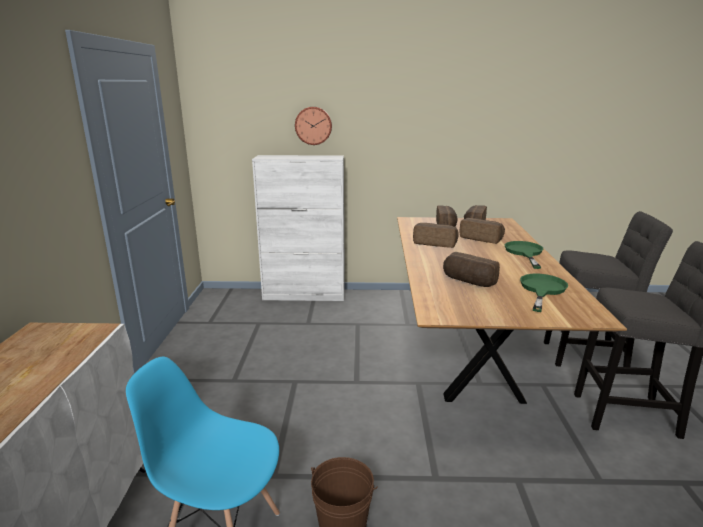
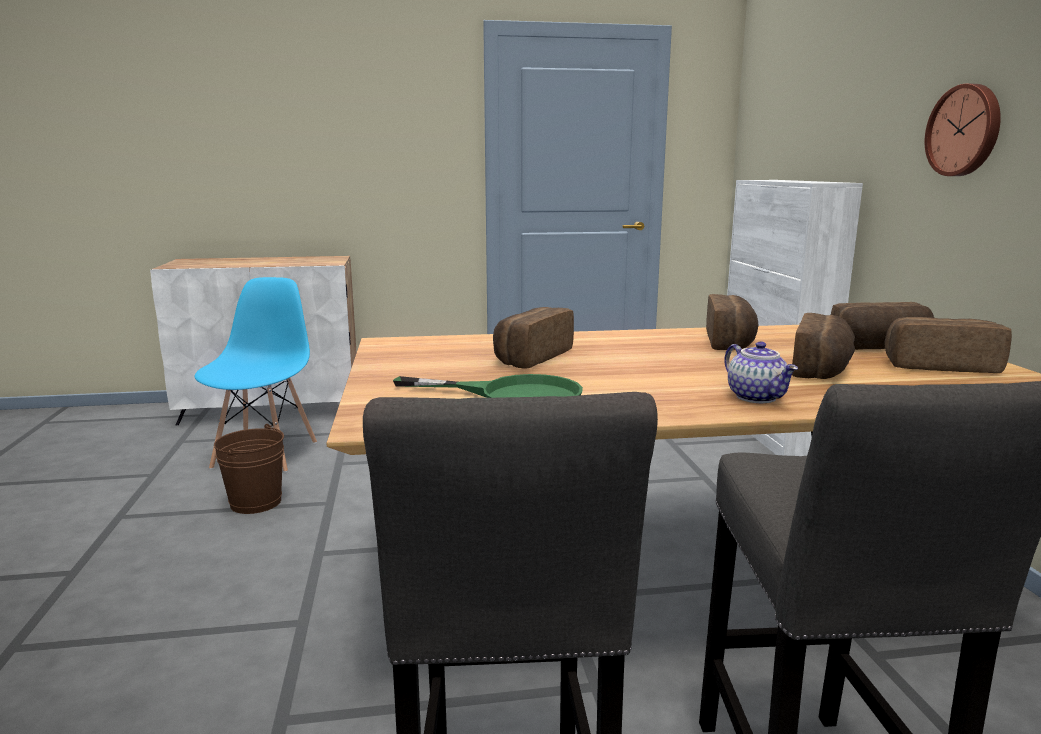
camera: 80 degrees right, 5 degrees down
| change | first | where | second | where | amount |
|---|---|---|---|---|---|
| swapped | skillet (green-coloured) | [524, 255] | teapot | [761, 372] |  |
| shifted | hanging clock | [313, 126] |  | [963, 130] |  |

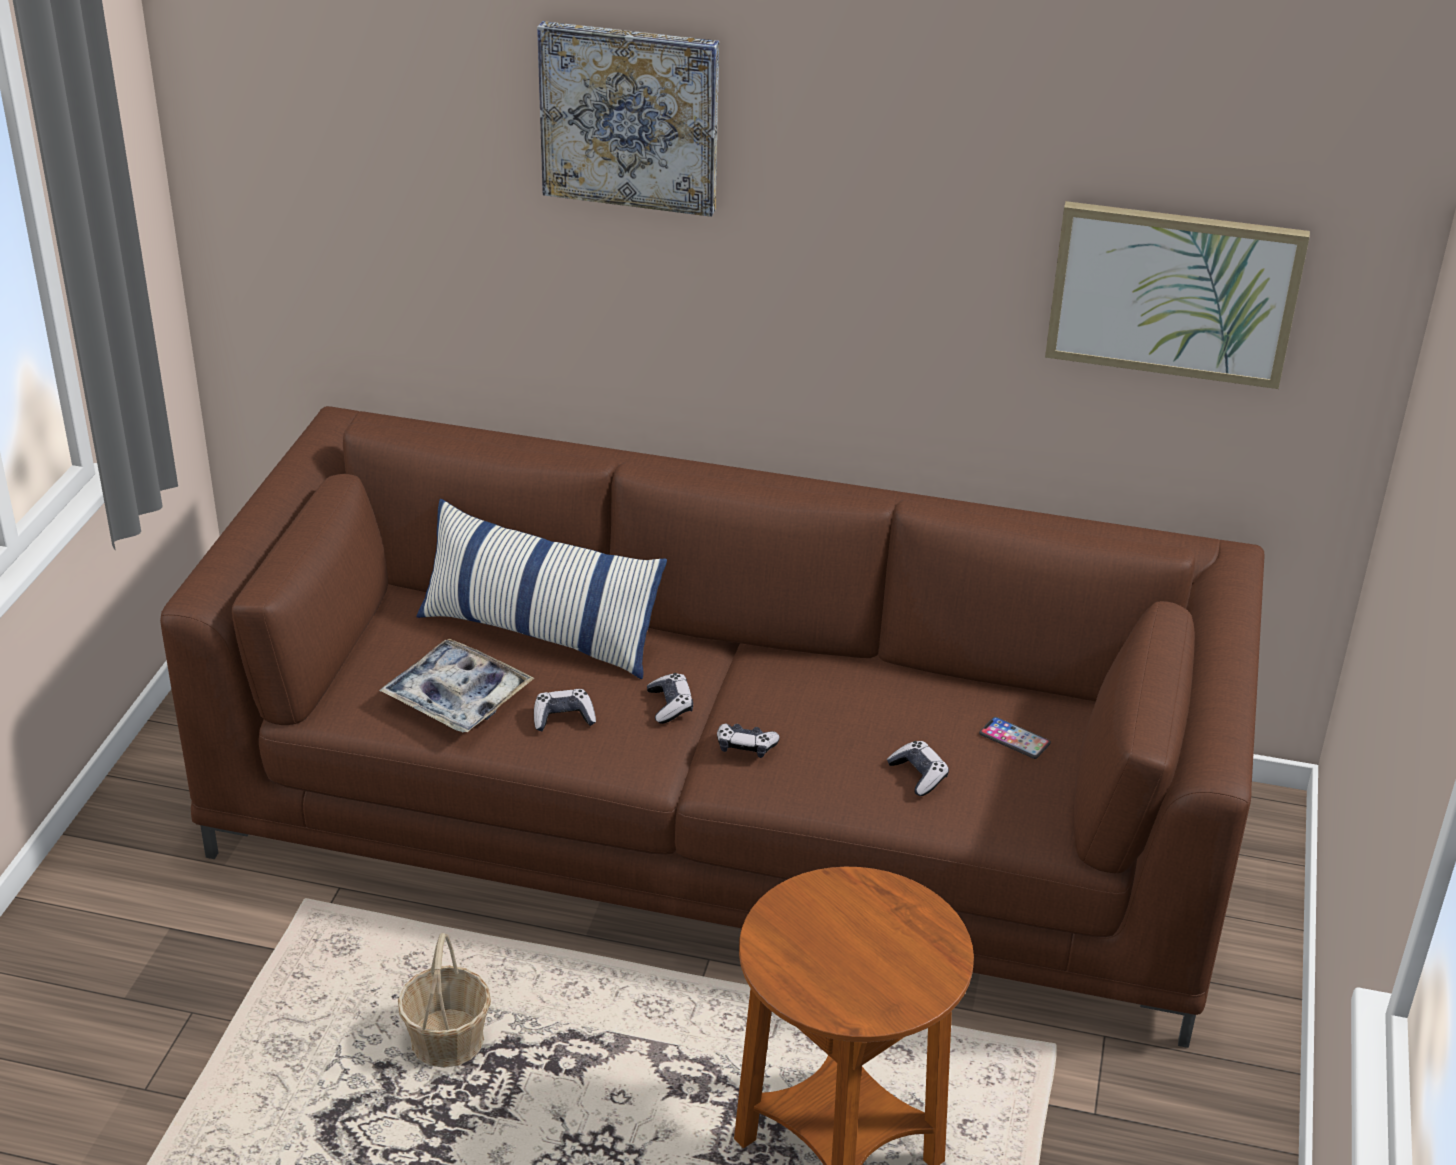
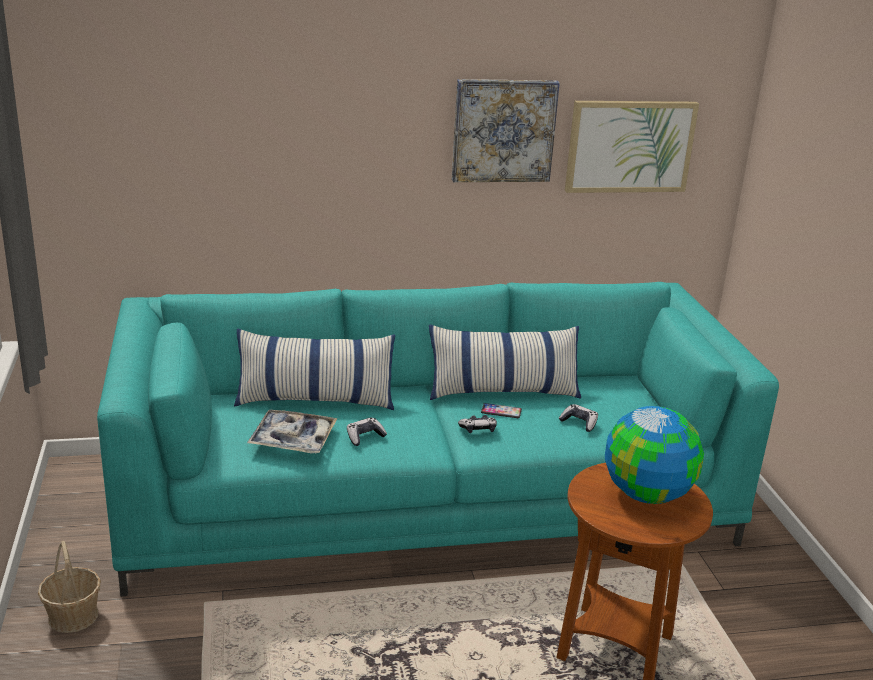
camera: 25 degrees left, 10 degrees down
| change | first | where | second | where | amount |
|---|---|---|---|---|---|
| shifted | basket | [444, 1000] |  | [69, 587] |  |
| repainted | couch (brown) | [712, 727] | couch (blue-green) | [438, 439] |  |
| new |  |  | pillow | [505, 362] |  |
| shifted | wall picture | [628, 119] |  | [505, 130] |  |
| shifted | phone | [1015, 738] |  | [501, 410] |  |
| new |  |  | desk globe | [654, 455] |  |
| gone | joypad | [670, 698] |  |  |  |

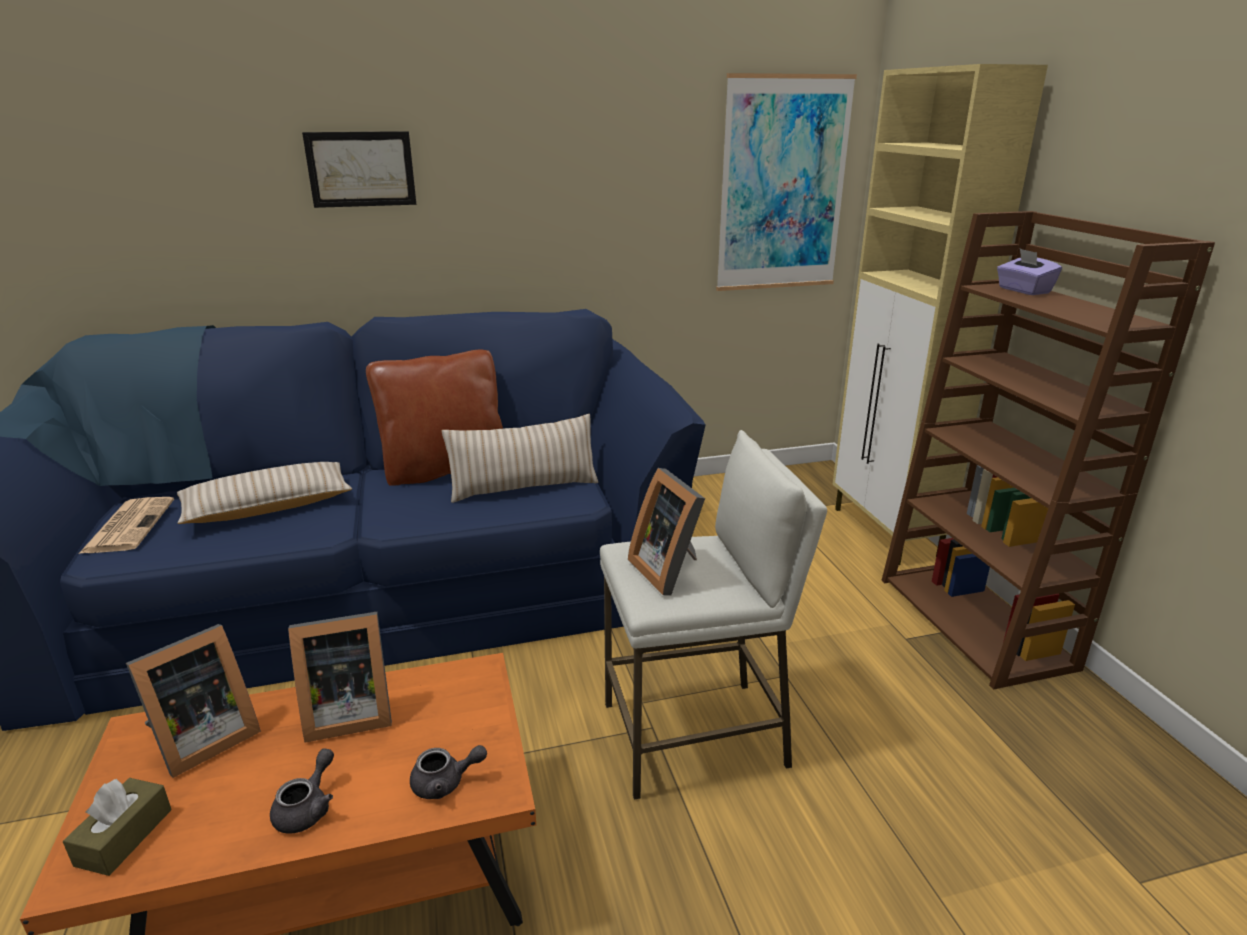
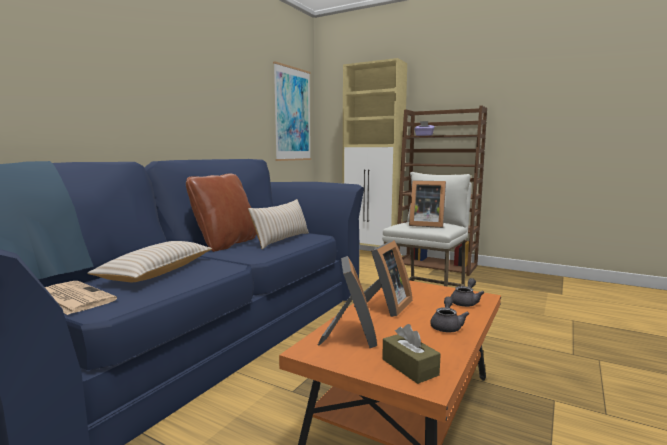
camera: 45 degrees left, 15 degrees down
| change | first | where | second | where | amount |
|---|---|---|---|---|---|
| rotated | teapot (gray) | [302, 791] |  | [449, 314] | 45 degrees clockwise |
| gone | wall picture | [359, 169] |  |  |  |

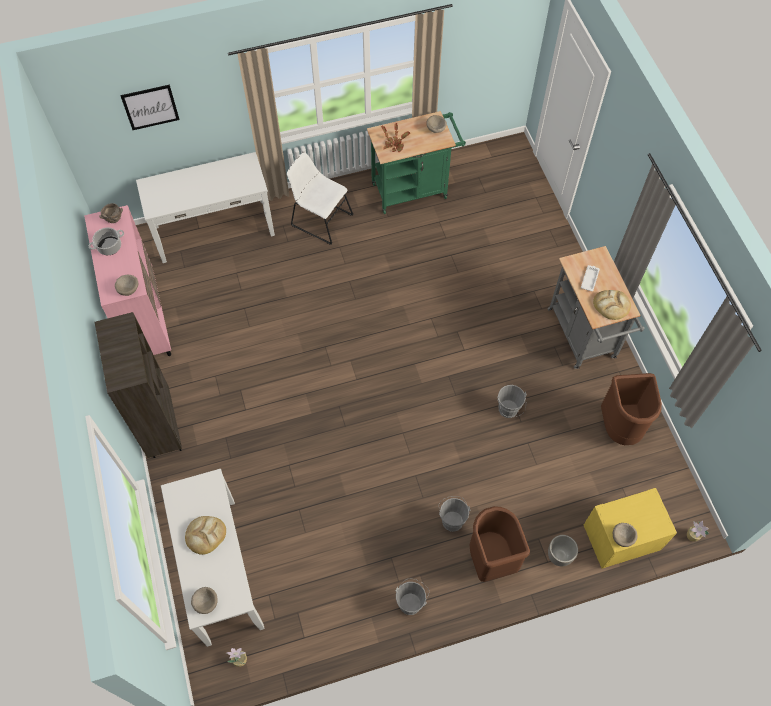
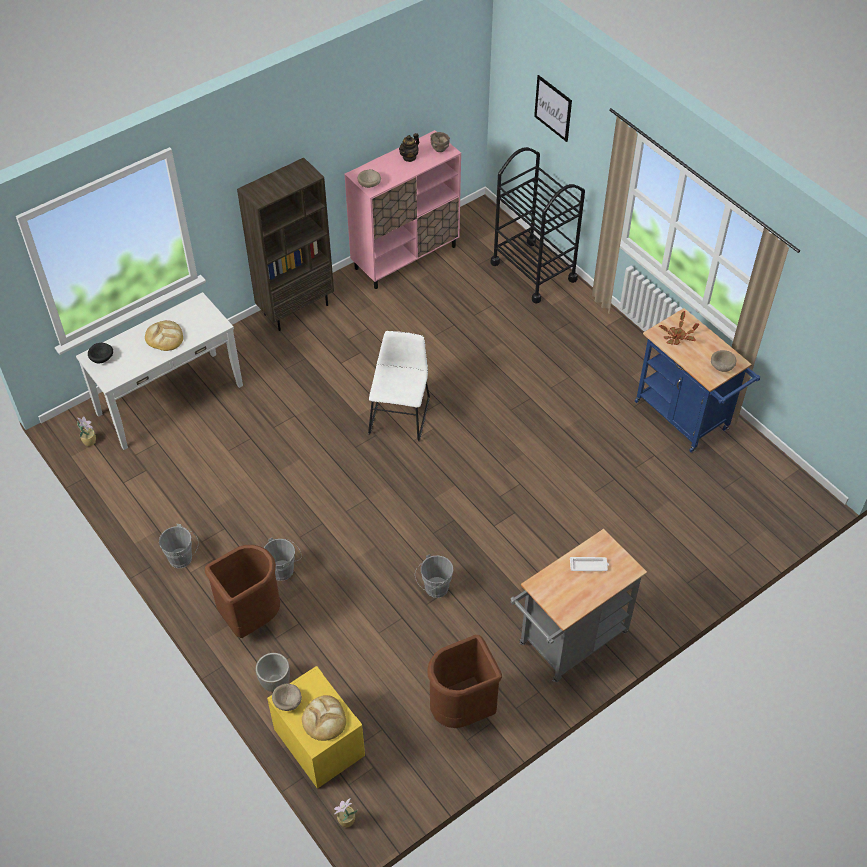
camera: 70 degrees right, 10 degrees down
| change | first | where | second | where | amount |
|---|---|---|---|---|---|
| repainted | deep dish (sand-coloured) | [204, 600] | deep dish (black) | [100, 353] |  |
| shifted | baked bread | [612, 305] |  | [324, 718] |  |
| shifted | plain chair (white) | [320, 198] |  | [399, 386] |  |
| swapped | stockpot | [106, 241] | teapot | [409, 147] |  |
| swapped | console table (white) | [205, 207] | trolley (black) | [538, 225] |  |
| repainted | trolley (green-coloured) | [416, 162] | trolley (blue-coloured) | [697, 380] |  |

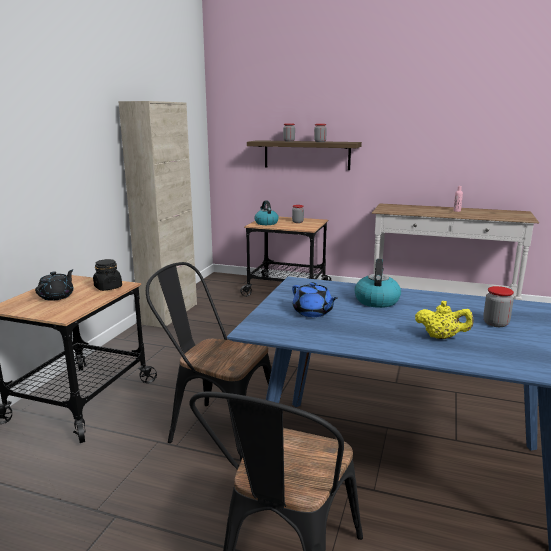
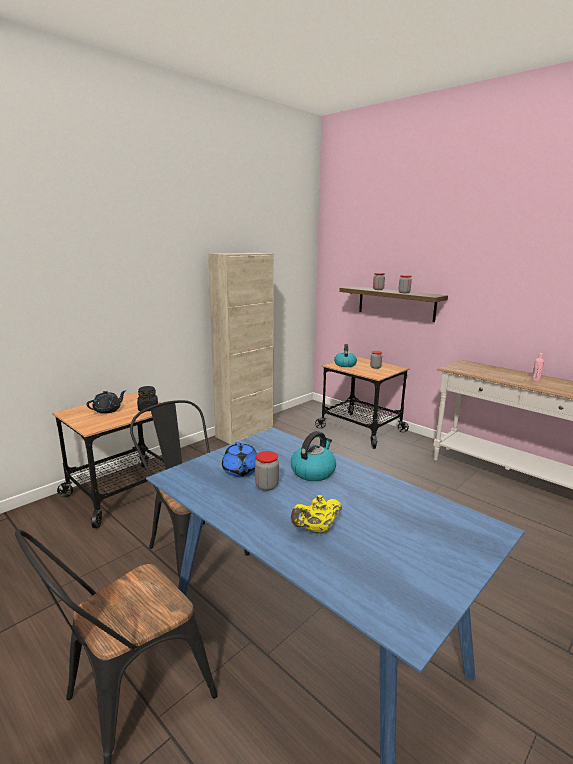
camera: 25 degrees right, 0 degrees up
| change | first | where | second | where | amount |
|---|---|---|---|---|---|
| shifted | jar | [498, 306] |  | [267, 471] |  |
| rotated | teapot (yellow) | [444, 320] |  | [316, 514] | 105 degrees clockwise |

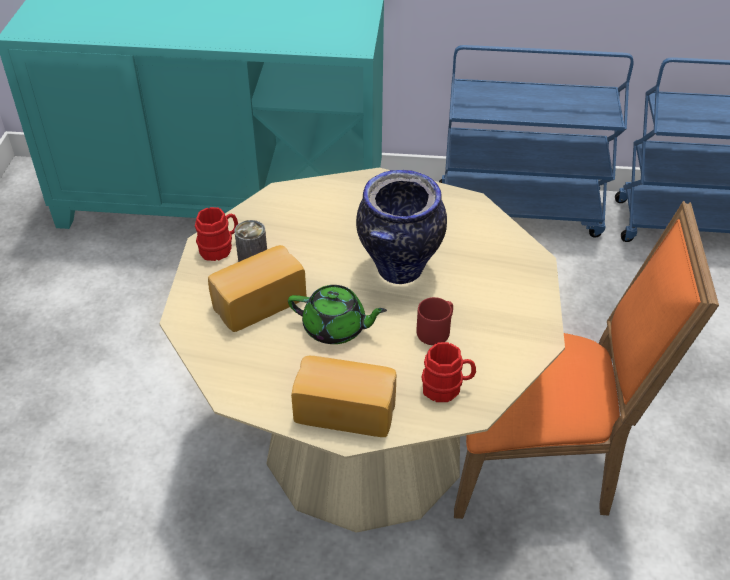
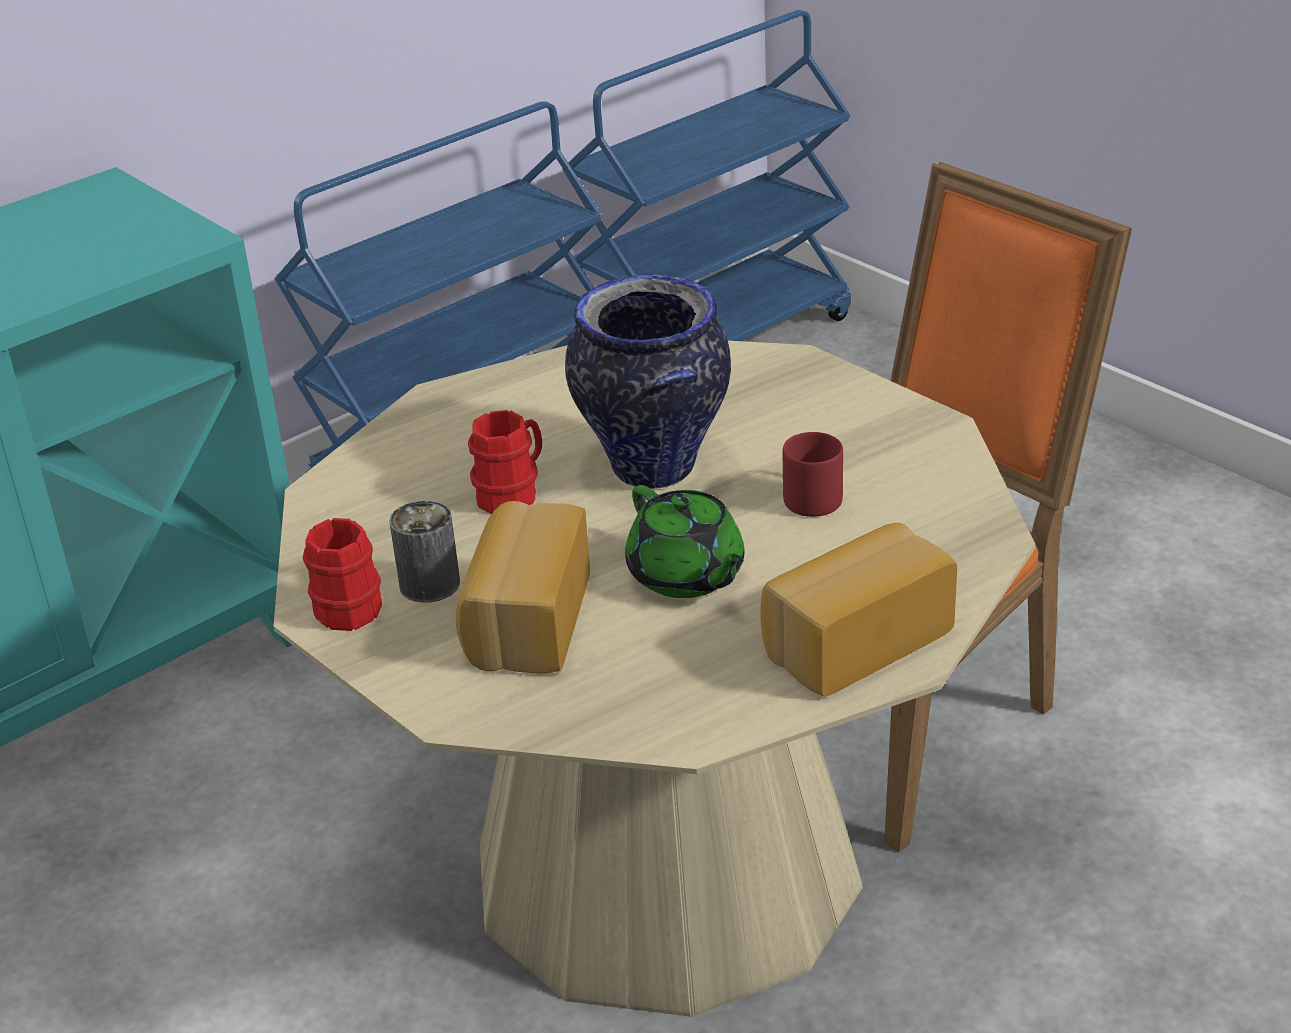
camera: 45 degrees left, 10 degrees down
| change | first | where | second | where | amount |
|---|---|---|---|---|---|
| shifted | mug (red) | [448, 372] |  | [505, 462] |  |
| rotated | teapot (green-coloured) | [337, 314] |  | [685, 541] | 90 degrees clockwise |

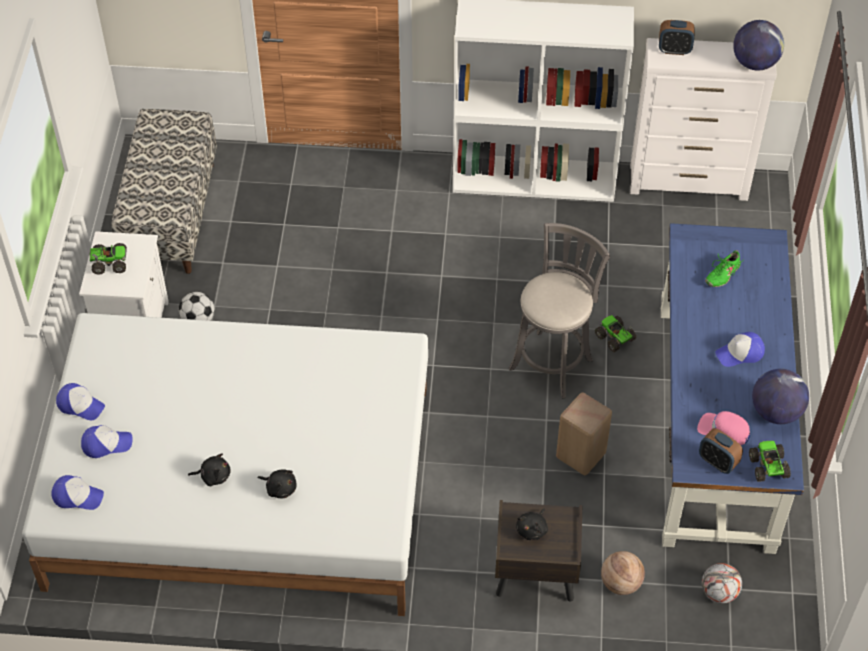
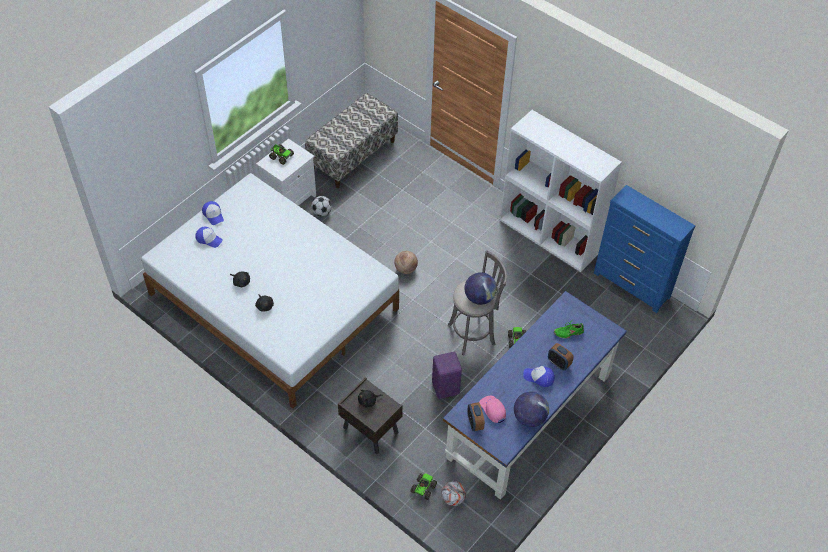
camera: 35 degrees right, 0 degrees up
| change | first | where | second | where | amount |
|---|---|---|---|---|---|
| shifted | ball for basketball | [623, 573] |  | [406, 262] |  |
| shifted | toy lorry | [770, 461] |  | [423, 486] |  |
| repainted | sitting stool (sand-coloured) | [584, 433] | sitting stool (purple-coloured) | [447, 375] |  |
| shifted | desk globe | [758, 45] |  | [481, 288] |  |
| shifted | alarm clock | [677, 37] |  | [561, 356] |  |
| repainted | dresser (white) | [703, 119] | dresser (blue-coloured) | [644, 249] |  |
| gone | peaked cap | [77, 492] |  |  |  |

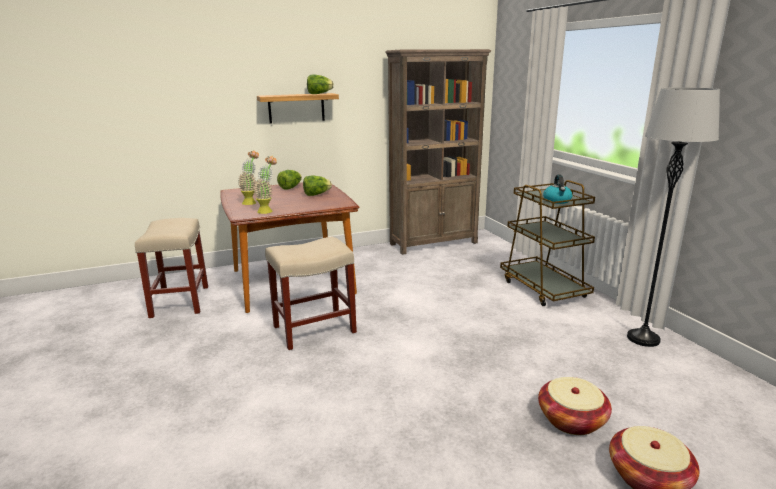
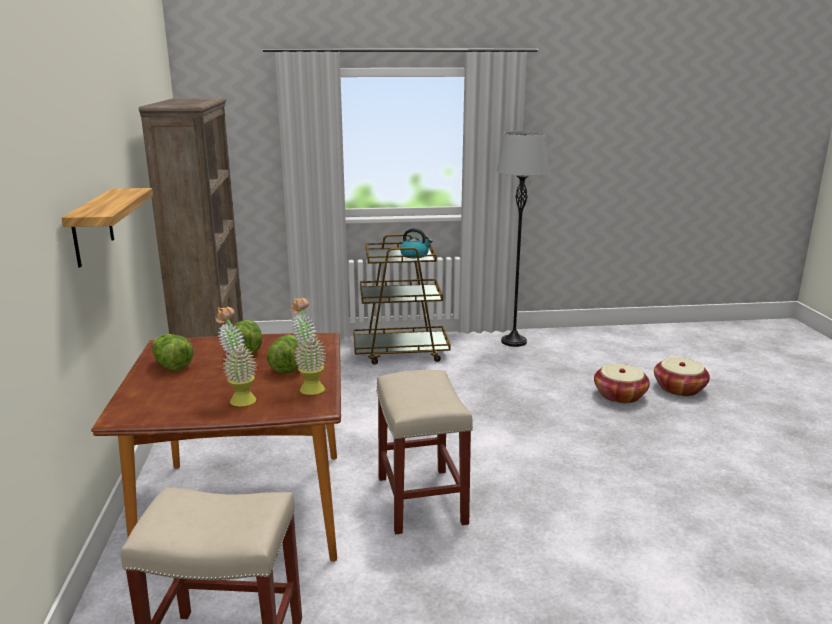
camera: 75 degrees left, 0 degrees up
| change | first | where | second | where | amount |
|---|---|---|---|---|---|
| shifted | lettuce | [320, 84] |  | [284, 354] |  |

